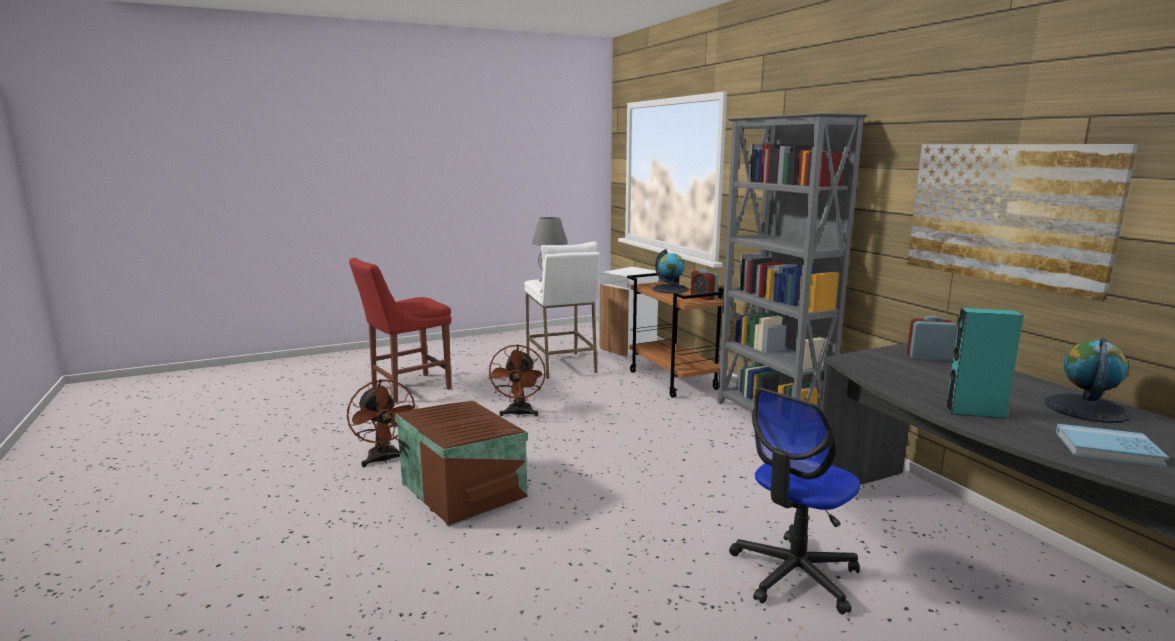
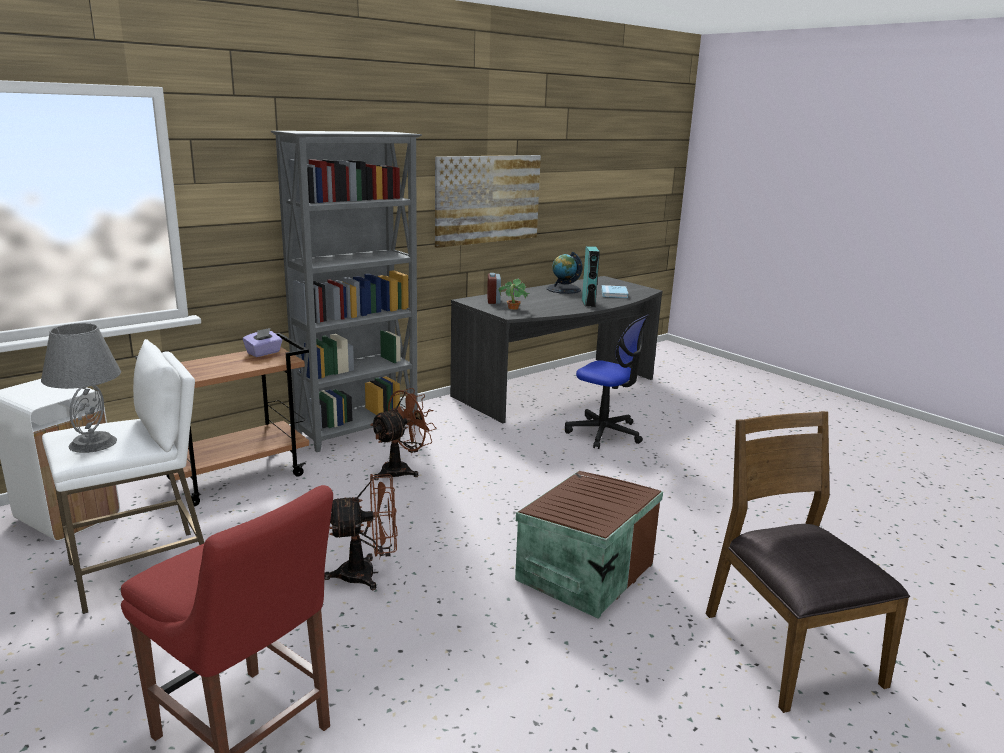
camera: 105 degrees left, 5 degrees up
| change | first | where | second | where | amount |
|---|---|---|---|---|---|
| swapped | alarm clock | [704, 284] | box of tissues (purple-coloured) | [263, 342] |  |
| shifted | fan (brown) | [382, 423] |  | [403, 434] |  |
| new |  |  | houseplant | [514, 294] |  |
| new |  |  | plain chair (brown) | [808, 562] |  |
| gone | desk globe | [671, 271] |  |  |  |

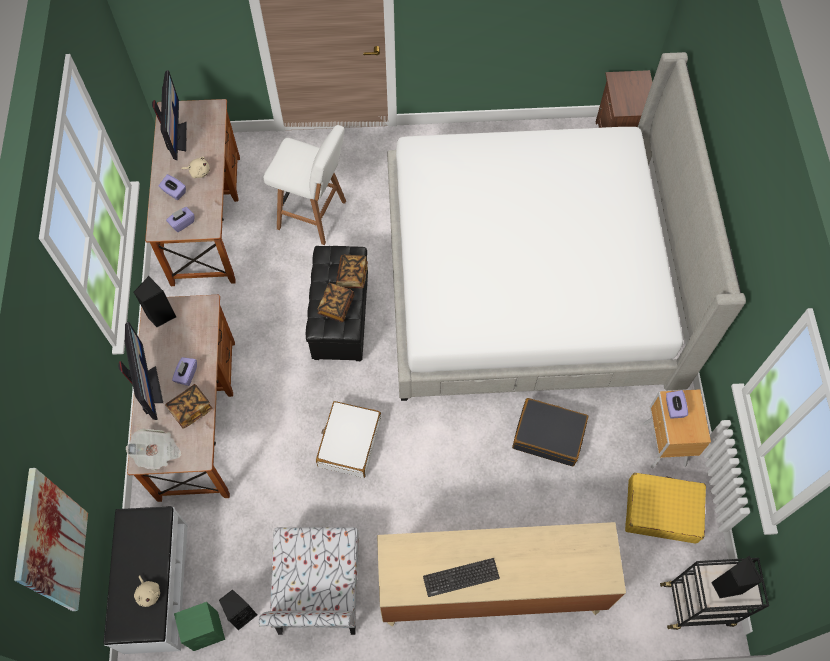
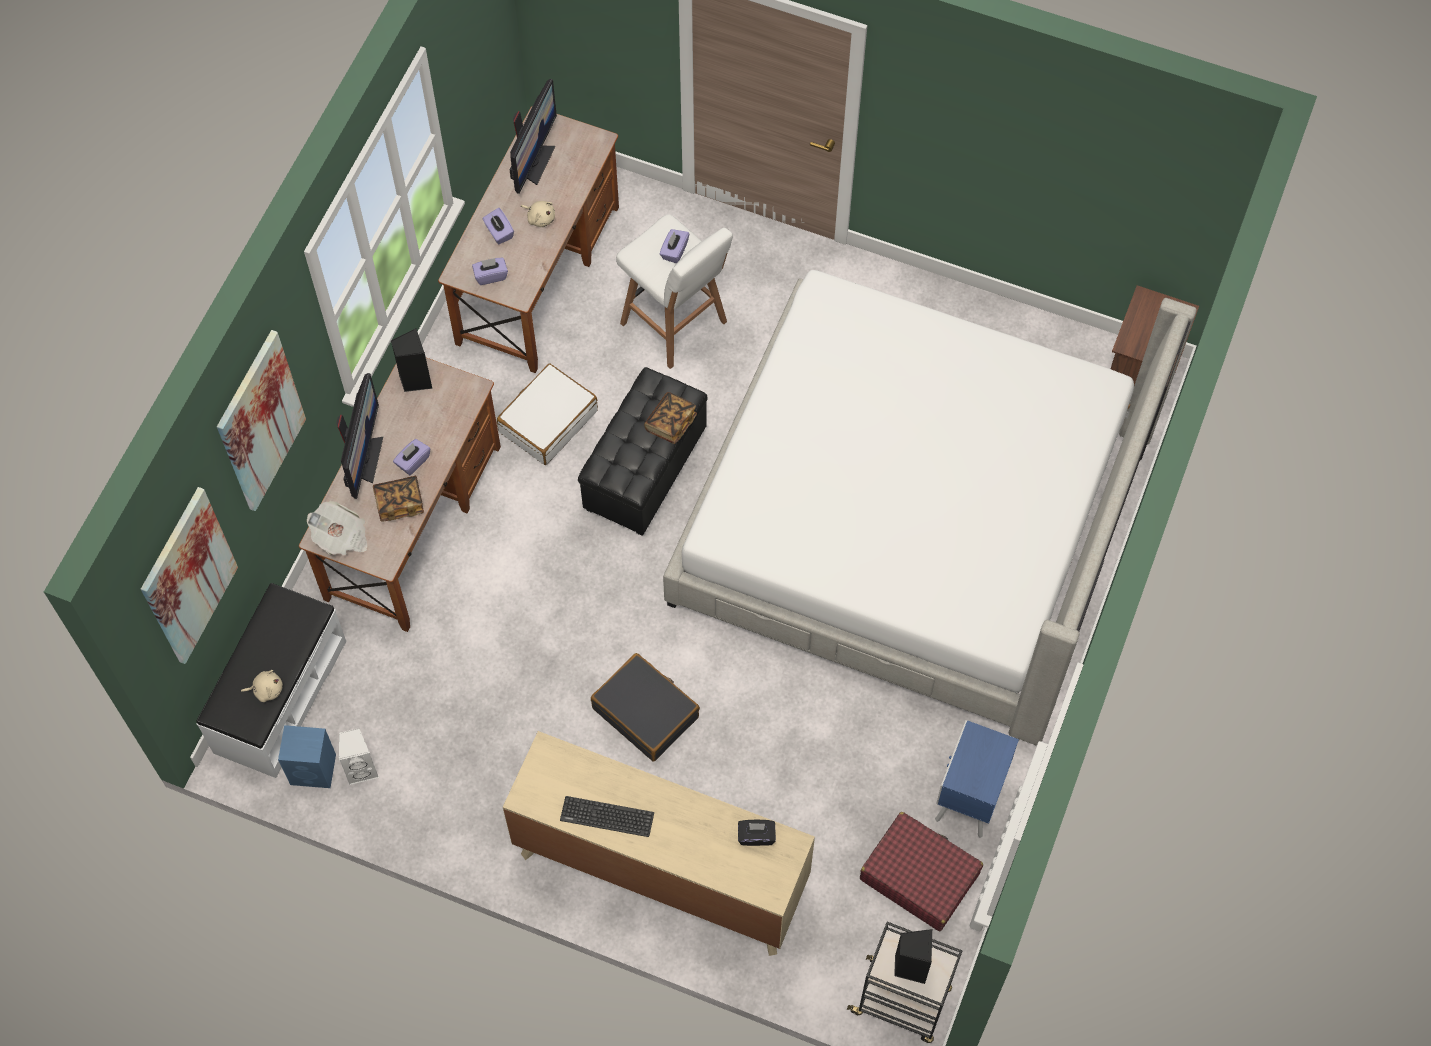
camera: 25 degrees right, 0 degrees up
| change | first | where | second | where | amount |
|---|---|---|---|---|---|
| new |  |  | wall picture | [261, 420] |  |
| rotated | plush toy (sand-coloured) | [147, 591] |  | [262, 686] | 90 degrees counterclockwise |
| repainted | audio speaker (green-coloured) | [199, 626] | audio speaker (blue-coloured) | [307, 756] |  |
| repainted | audio speaker (black) | [238, 609] | audio speaker (white) | [359, 756] |  |
| shifted | travel case (white) | [348, 439] |  | [547, 414] |  |
| shifted | travel case (black) | [550, 432] |  | [645, 707] |  |
| shifted | box of tissues (purple-coloured) | [677, 404] |  | [675, 246] |  |
| new |  |  | box of tissues (black) | [757, 833] |  |
| repainted | travel case (yellow) | [665, 508] | travel case (red) | [921, 871] |  |
| repainted | night table (brown) | [677, 429] | night table (blue-coloured) | [977, 779] |  |
| gone | plain chair | [309, 581] |  |  |  |
| gone | bound book | [336, 302] |  |  |  |

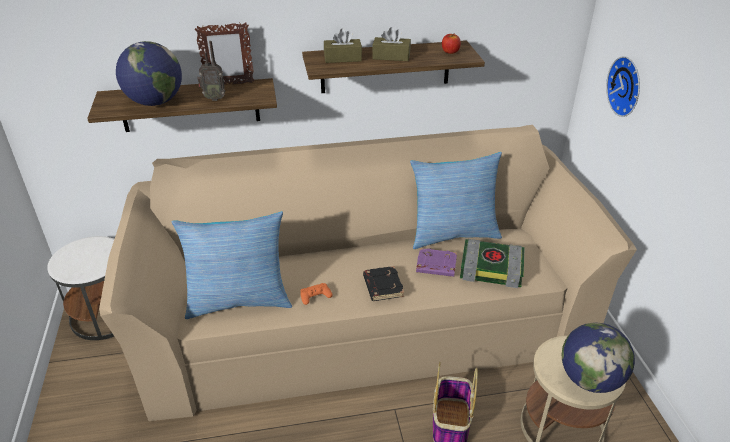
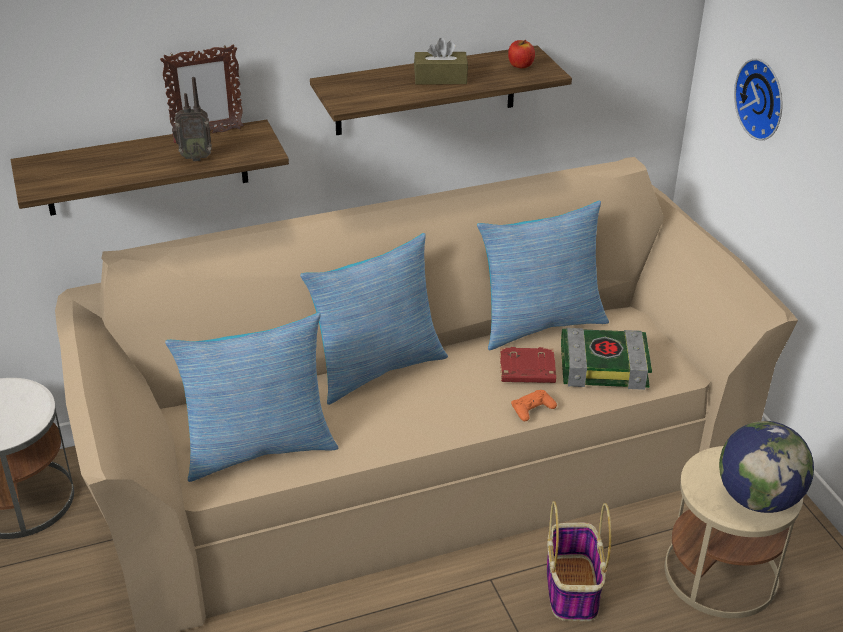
camera: 10 degrees left, 0 degrees up
| change | first | where | second | where | amount |
|---|---|---|---|---|---|
| new |  |  | pillow | [374, 319] |  |
| repainted | bound book (purple-coloured) | [436, 262] | bound book (red) | [528, 365] |  |
| shifted | joypad (orangey) | [316, 294] |  | [534, 405] |  |
| gone | desk globe | [149, 73] |  |  |  |
| gone | box of tissues (brown) | [343, 45] |  |  |  |
| gone | bound book (black) | [383, 283] |  |  |  |

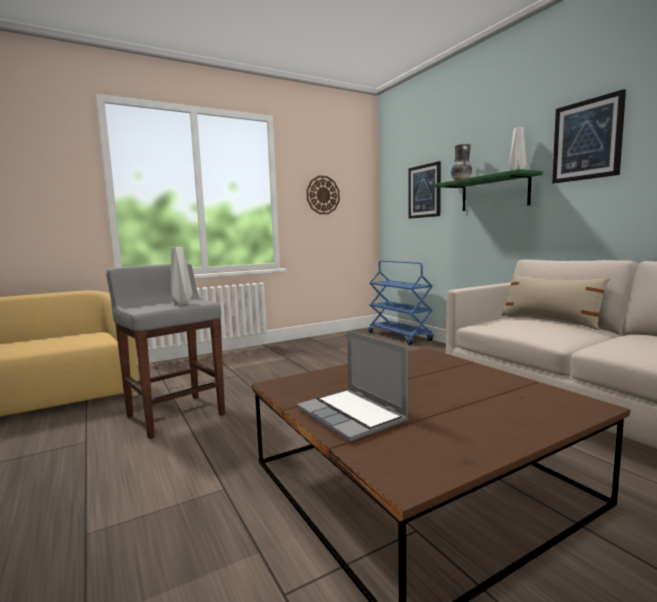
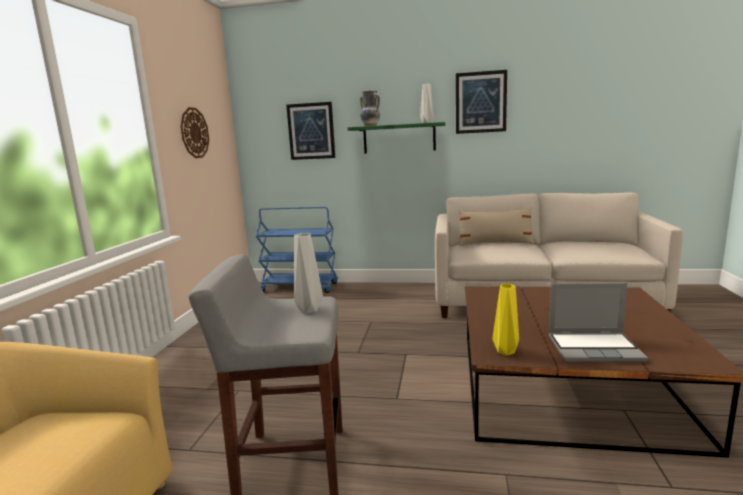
camera: 50 degrees left, 5 degrees up
| change | first | where | second | where | amount |
|---|---|---|---|---|---|
| new |  |  | vase (yellow) | [506, 320] |  |

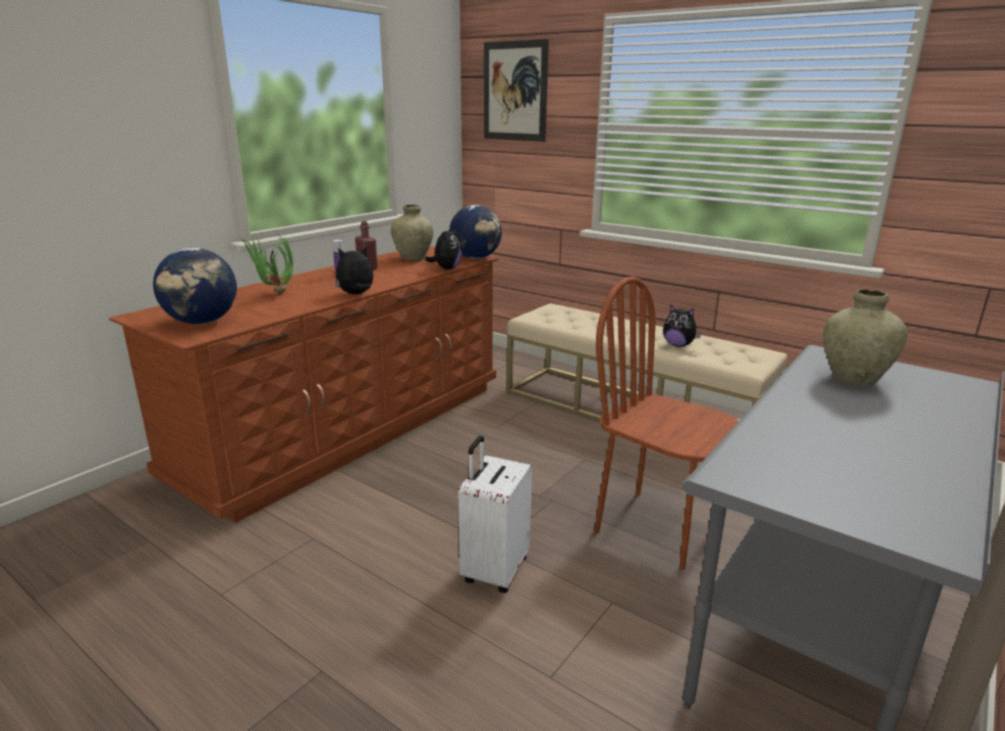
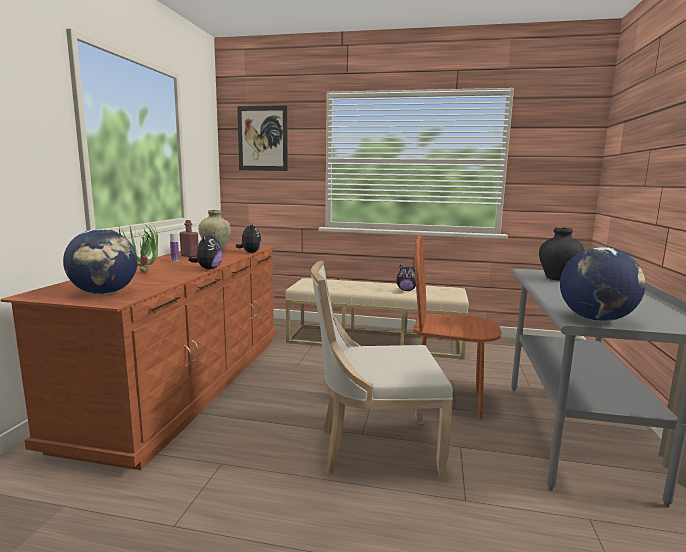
camera: 25 degrees left, 10 degrees down
| change | first | where | second | where | amount |
|---|---|---|---|---|---|
| rotated | plush toy | [354, 270] |  | [206, 250] | 150 degrees clockwise |
| swapped | travel case (white) | [495, 514] | plain chair (sand-coloured) | [382, 370] |  |
| repainted | vase (sand-coloured) | [865, 338] | vase (black) | [561, 254] |  |
| shifted | desk globe | [475, 232] |  | [602, 284] |  |

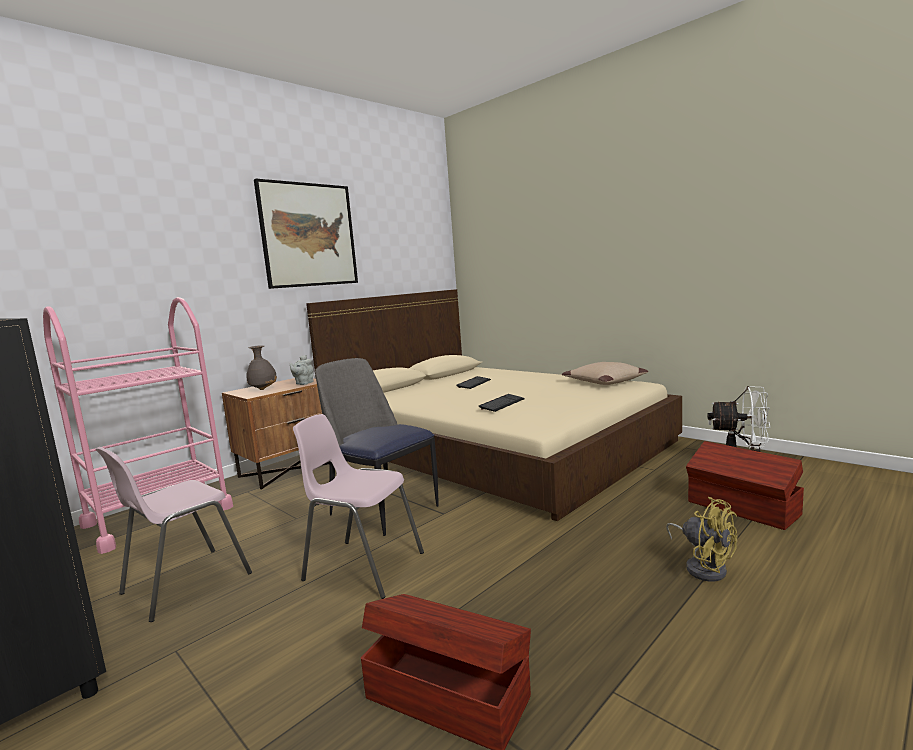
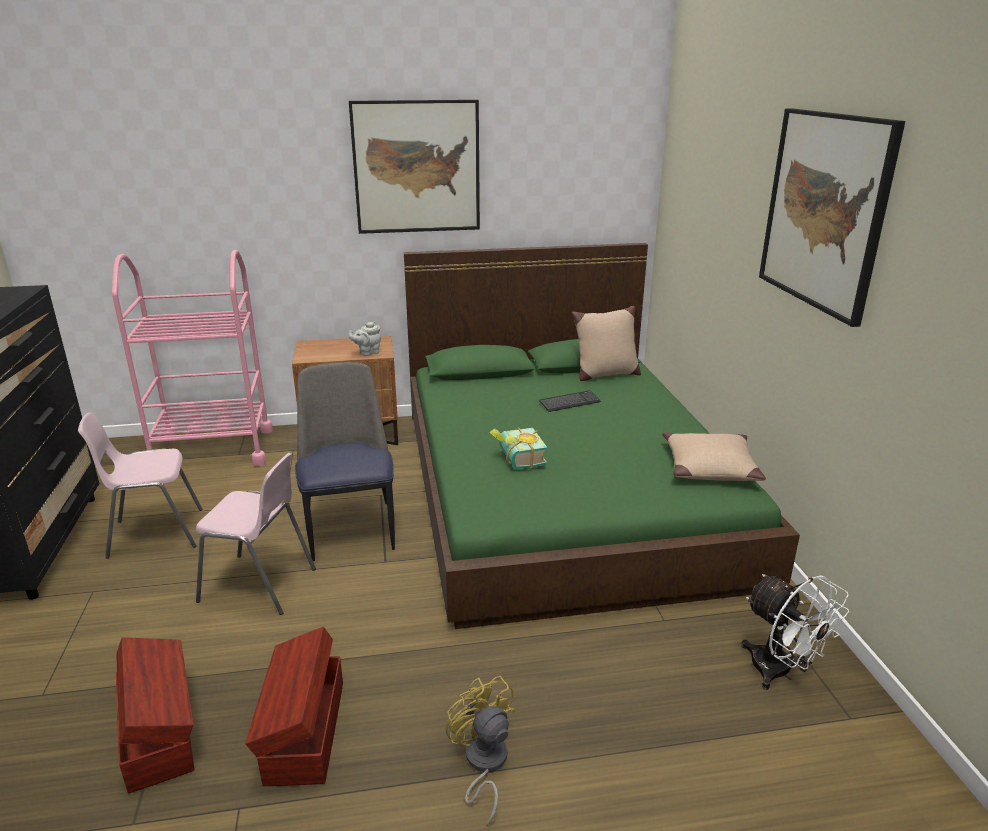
camera: 35 degrees right, 15 degrees up
| change | first | where | second | where | amount |
|---|---|---|---|---|---|
| rotated | plain chair (pink-coloured) | [358, 506] |  | [256, 534] | 135 degrees clockwise |
| shifted | storage container (brown) | [745, 485] |  | [294, 706] |  |
| repainted | sleeping bed (sand-coloured) | [494, 405] | sleeping bed (green-coloured) | [602, 436] |  |
| rotated | fan (yellow) | [701, 539] |  | [480, 751] | 150 degrees clockwise |
| swapped | PC keyboard | [502, 403] | bound book | [518, 449] |  |
| new |  |  | pillow (sand-coloured) | [606, 343] |  |
| new |  |  | wall picture | [832, 217] |  |
| gone | vase (gray) | [261, 367] |  |  |  |

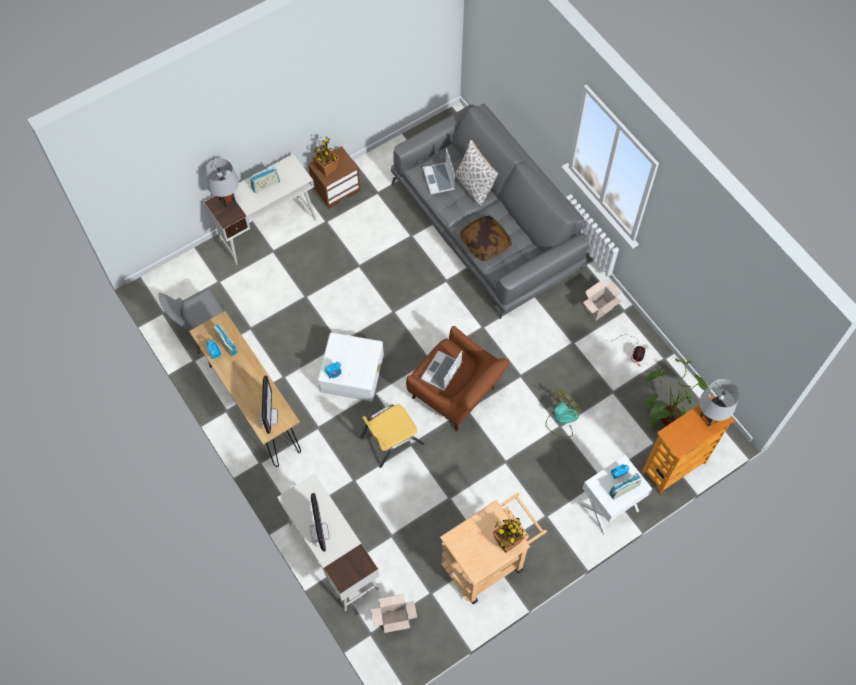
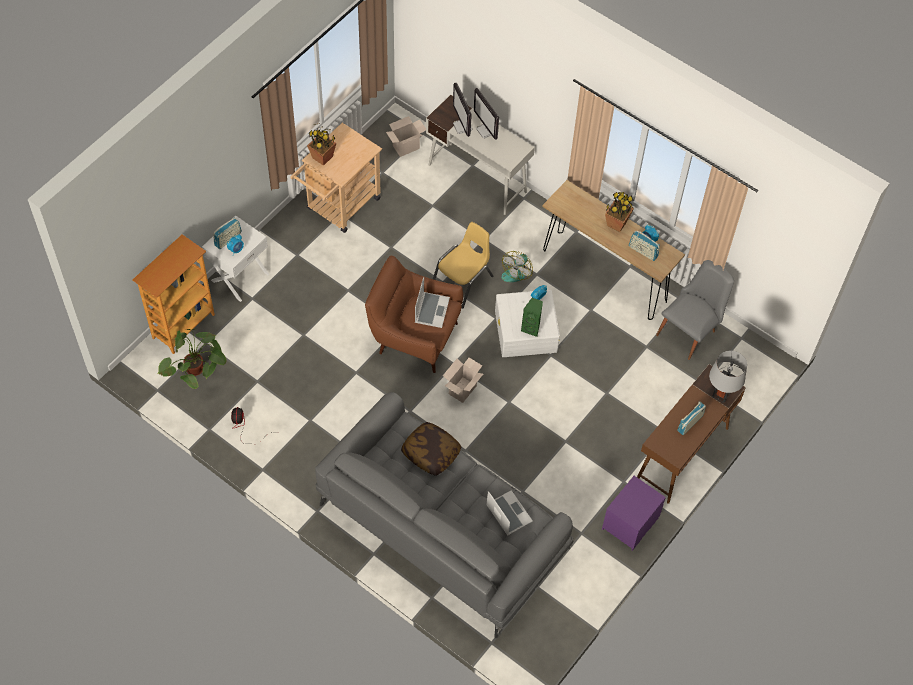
camera: 160 degrees right, 5 degrees down
| change | first | where | second | where | amount |
|---|---|---|---|---|---|
| shifted | packing box | [602, 300] |  | [463, 380] |  |
| shifted | monitor | [269, 405] |  | [463, 110] |  |
| shifted | fan | [563, 413] |  | [517, 266] |  |
| new |  |  | audio speaker (green-coloured) | [532, 317] |  |
| repainted | night table (brown) | [334, 177] | night table (purple-coloured) | [634, 513] |  |
| shifted | houseplant | [325, 156] |  | [619, 212] |  |
| repainted | desk unit (white) | [260, 209] | desk unit (brown) | [691, 434] |  |
| gone | pillow | [476, 173] |  |  |  |
| gone | lamp for a table (gray) | [719, 403] |  |  |  |

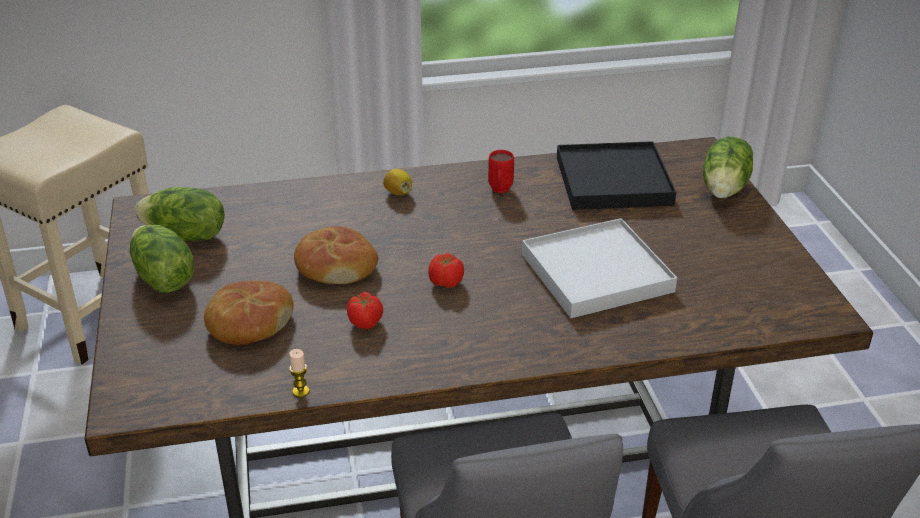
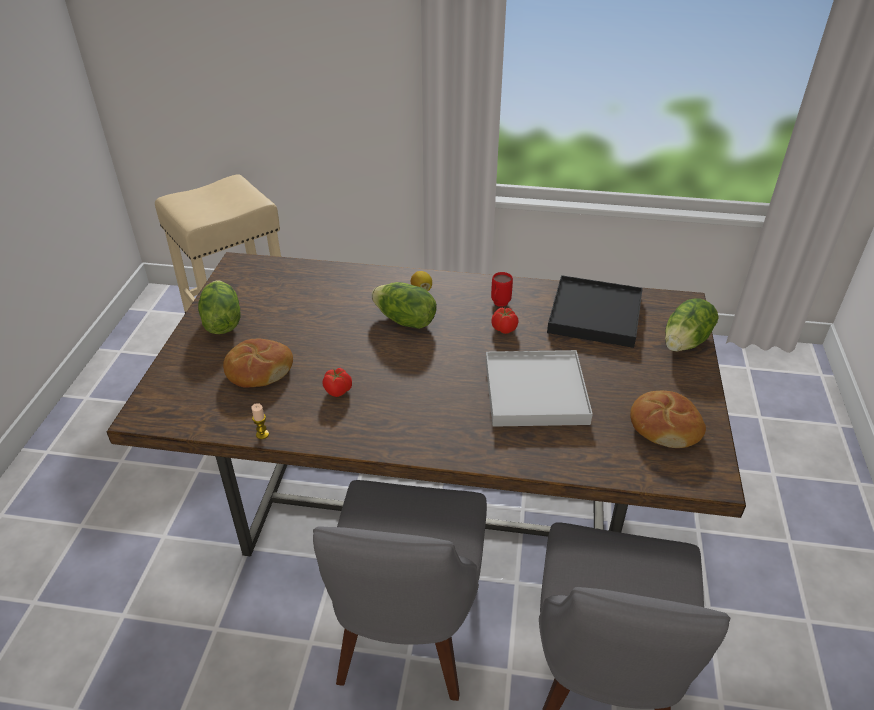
camera: 20 degrees right, 5 degrees up
| change | first | where | second | where | amount |
|---|---|---|---|---|---|
| shifted | lettuce | [179, 214] |  | [404, 305] |  |
| shifted | tomato | [446, 270] |  | [504, 320] |  |
| shifted | baked bread | [336, 255] |  | [668, 419] |  |

